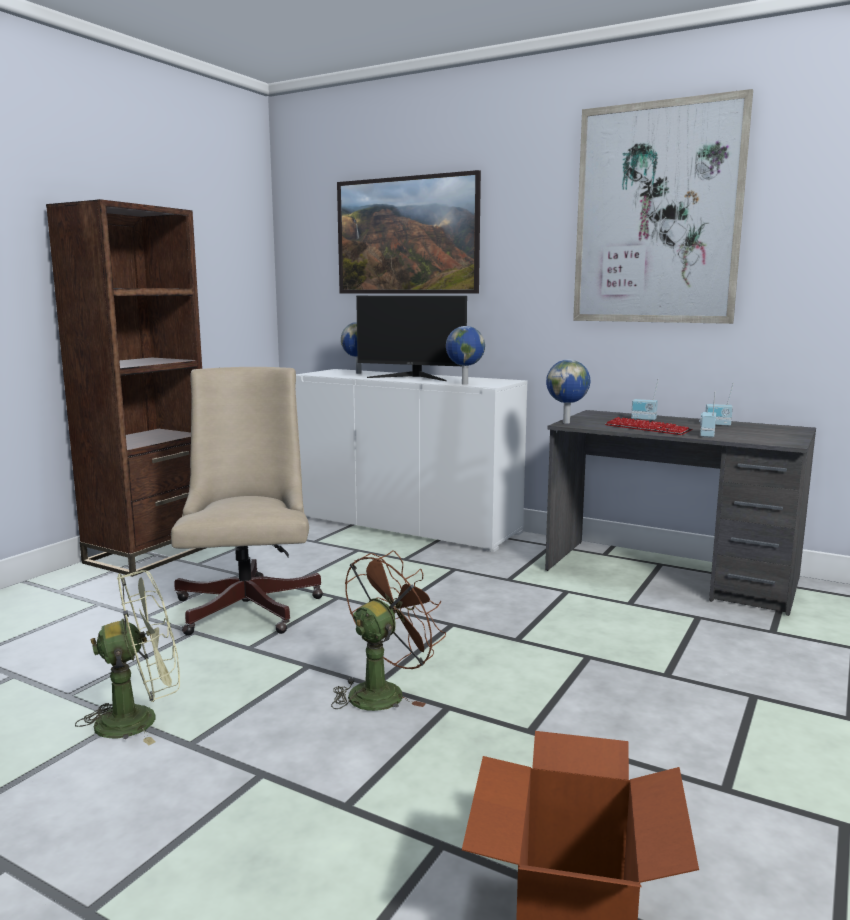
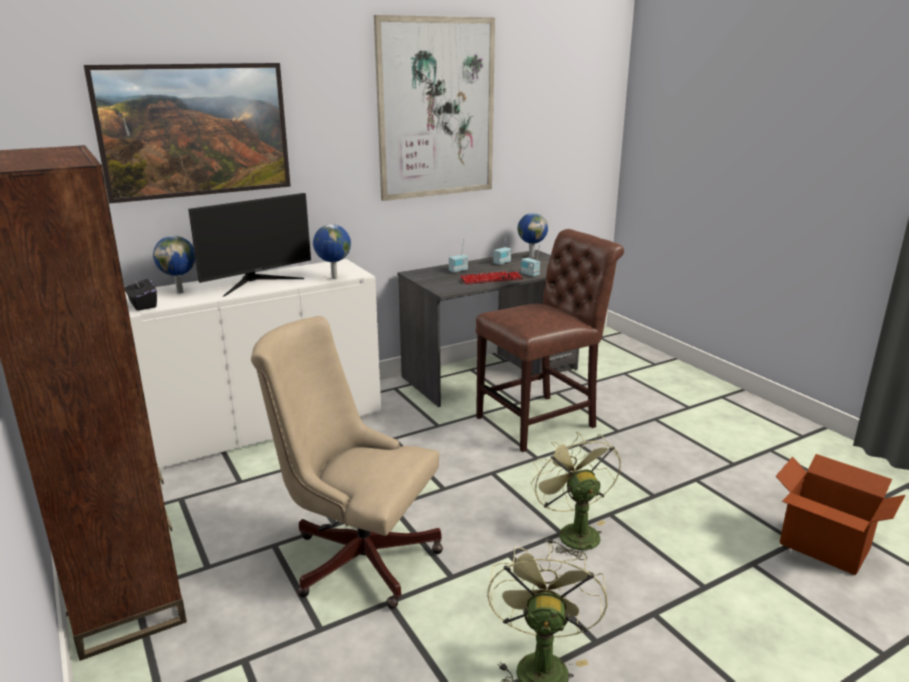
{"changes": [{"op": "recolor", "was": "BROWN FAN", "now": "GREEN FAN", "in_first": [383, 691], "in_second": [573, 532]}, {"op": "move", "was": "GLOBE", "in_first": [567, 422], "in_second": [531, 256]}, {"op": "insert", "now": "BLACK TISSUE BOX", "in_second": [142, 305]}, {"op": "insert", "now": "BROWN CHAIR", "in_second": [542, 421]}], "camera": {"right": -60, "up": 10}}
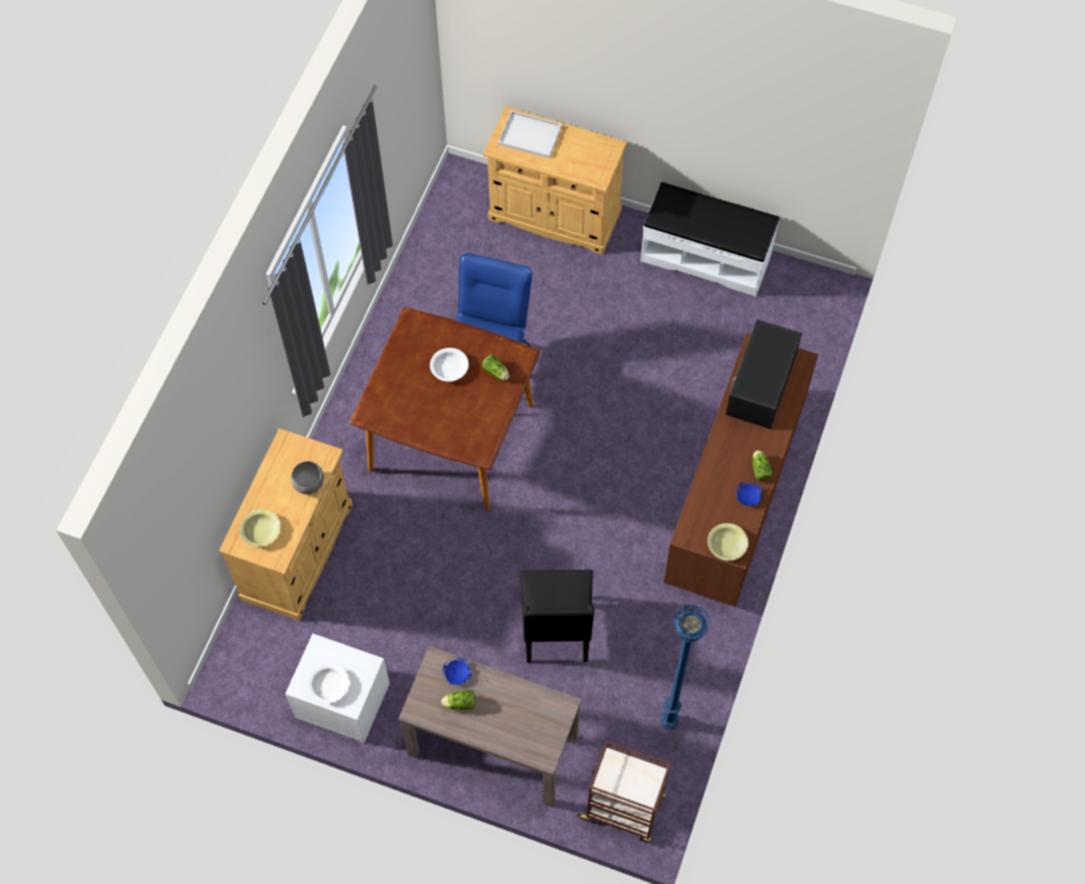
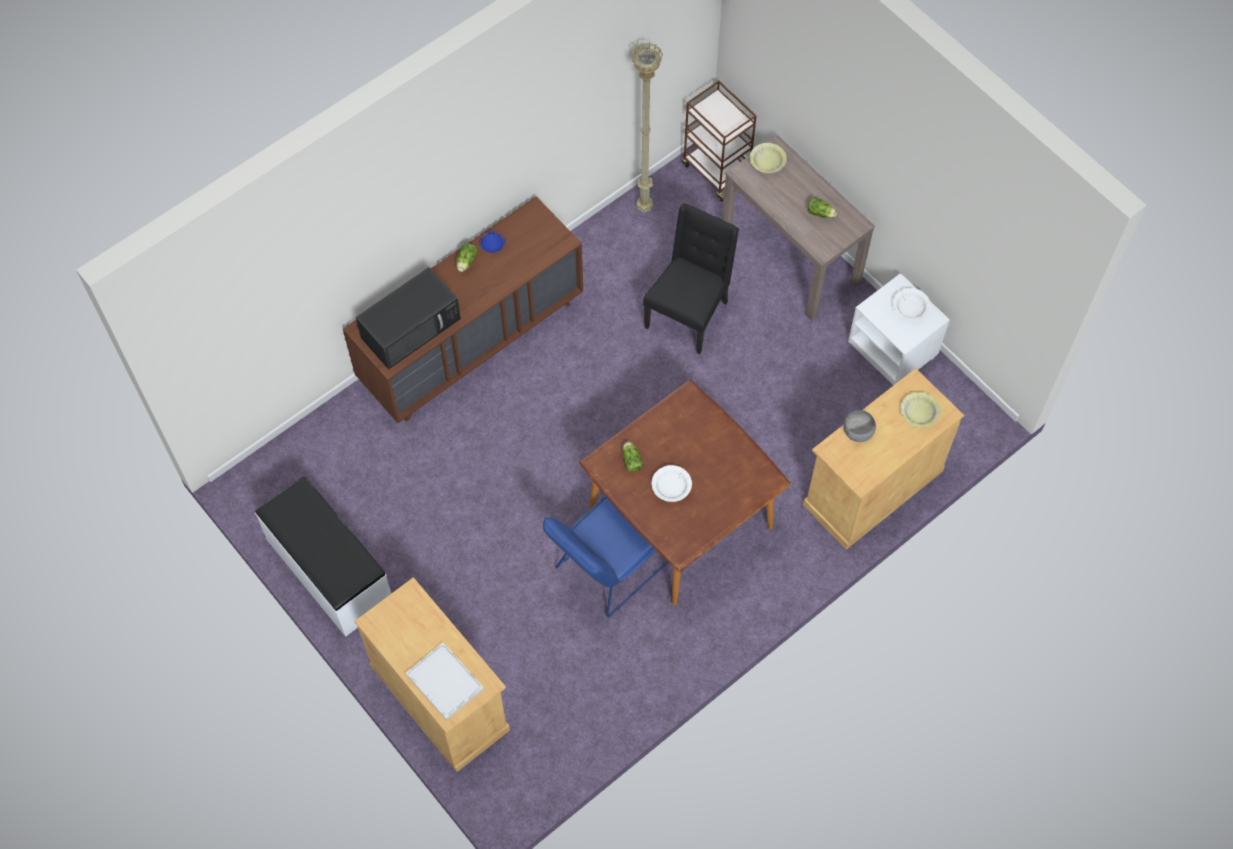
{"changes": [{"op": "delete", "was": "BLUE PLATE", "in_first": [457, 674]}, {"op": "recolor", "was": "BLUE FLOOR LAMP", "now": "BEIGE FLOOR LAMP", "in_first": [669, 721], "in_second": [643, 209]}, {"op": "move", "was": "YELLOW BOWL", "in_first": [727, 545], "in_second": [767, 161]}], "camera": {"right": -150, "up": 0}}
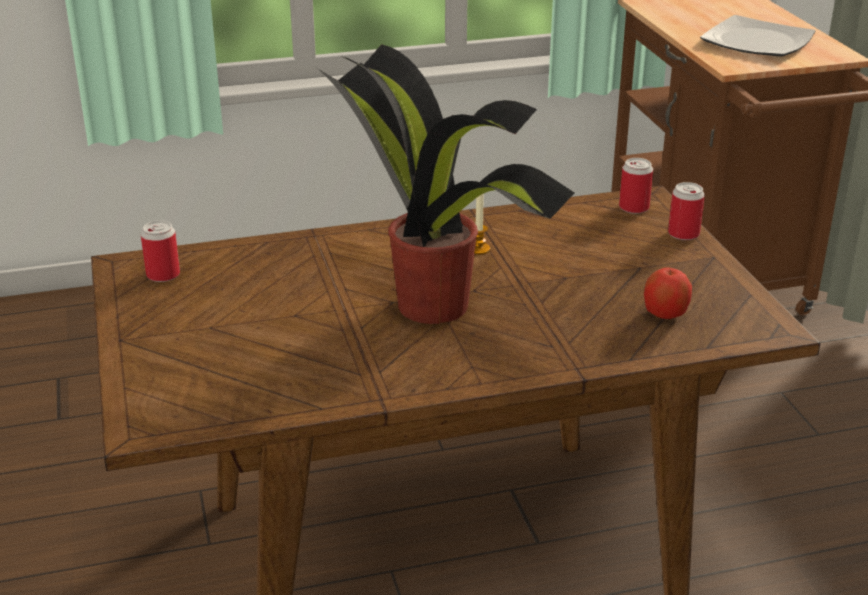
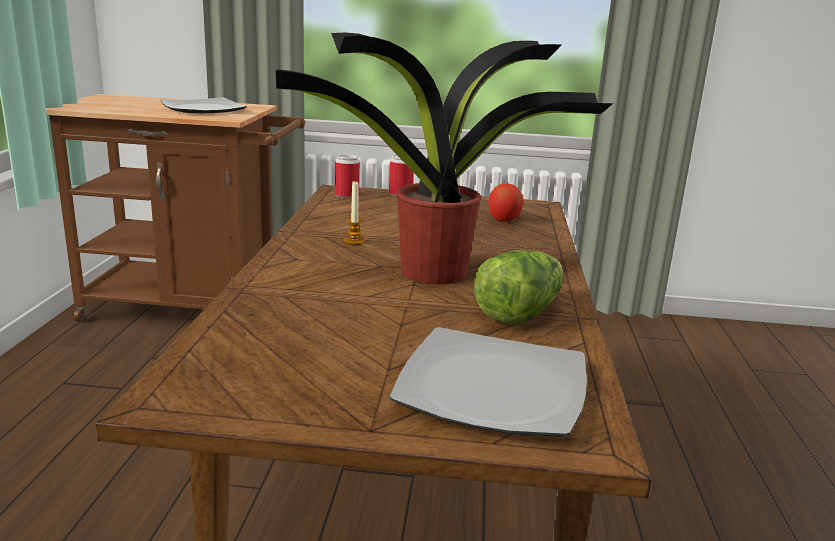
{"changes": [{"op": "delete", "was": "CAN", "in_first": [163, 275]}, {"op": "insert", "now": "PLATE", "in_second": [491, 387]}, {"op": "insert", "now": "LETTUCE", "in_second": [519, 311]}], "camera": {"right": -70, "up": -10}}
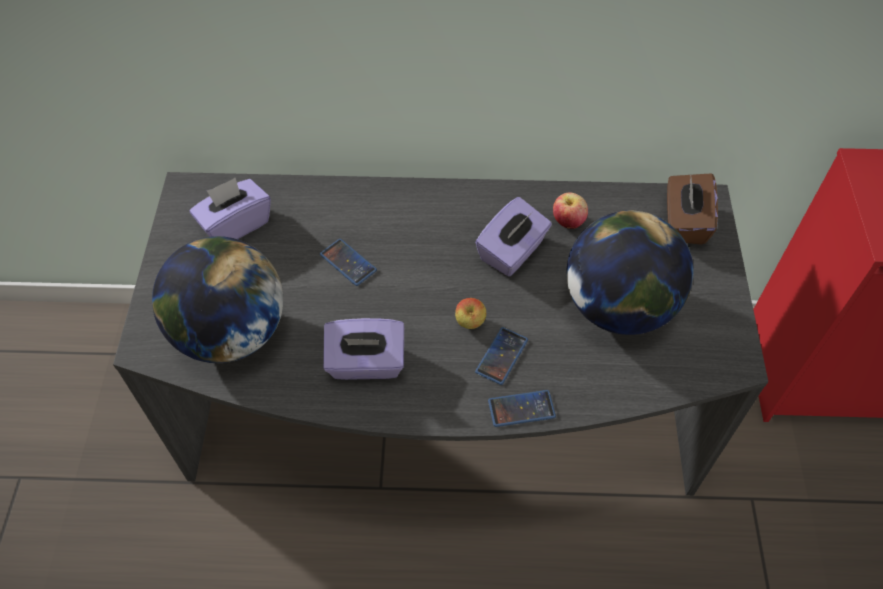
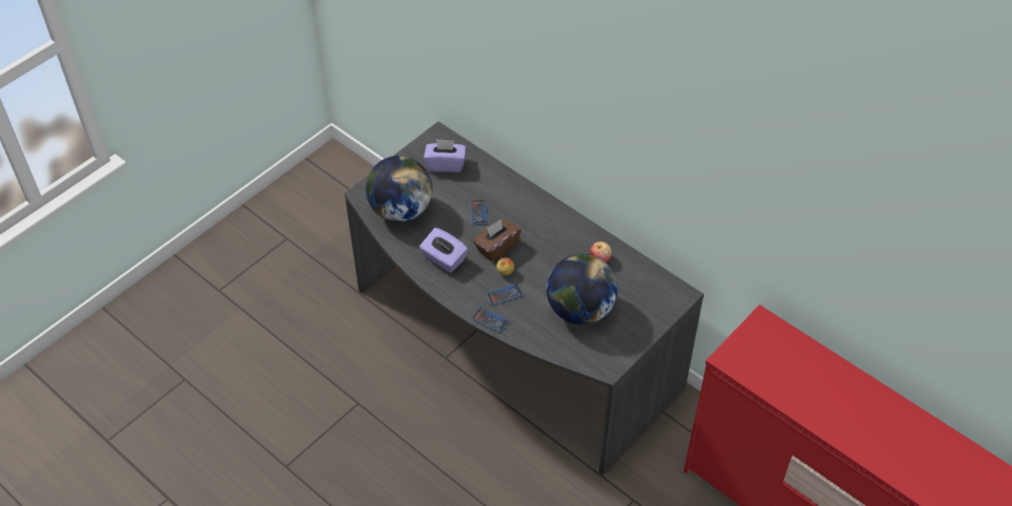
{"changes": [{"op": "delete", "was": "PURPLE TISSUE BOX", "in_first": [512, 252]}, {"op": "move", "was": "BROWN TISSUE BOX", "in_first": [684, 222], "in_second": [496, 247]}], "camera": {"right": 40, "up": -5}}
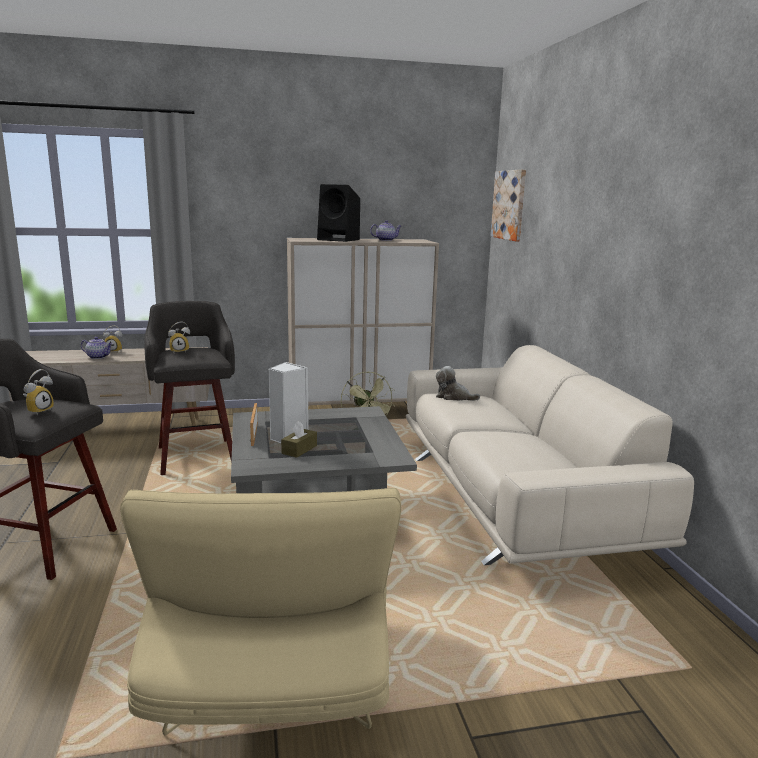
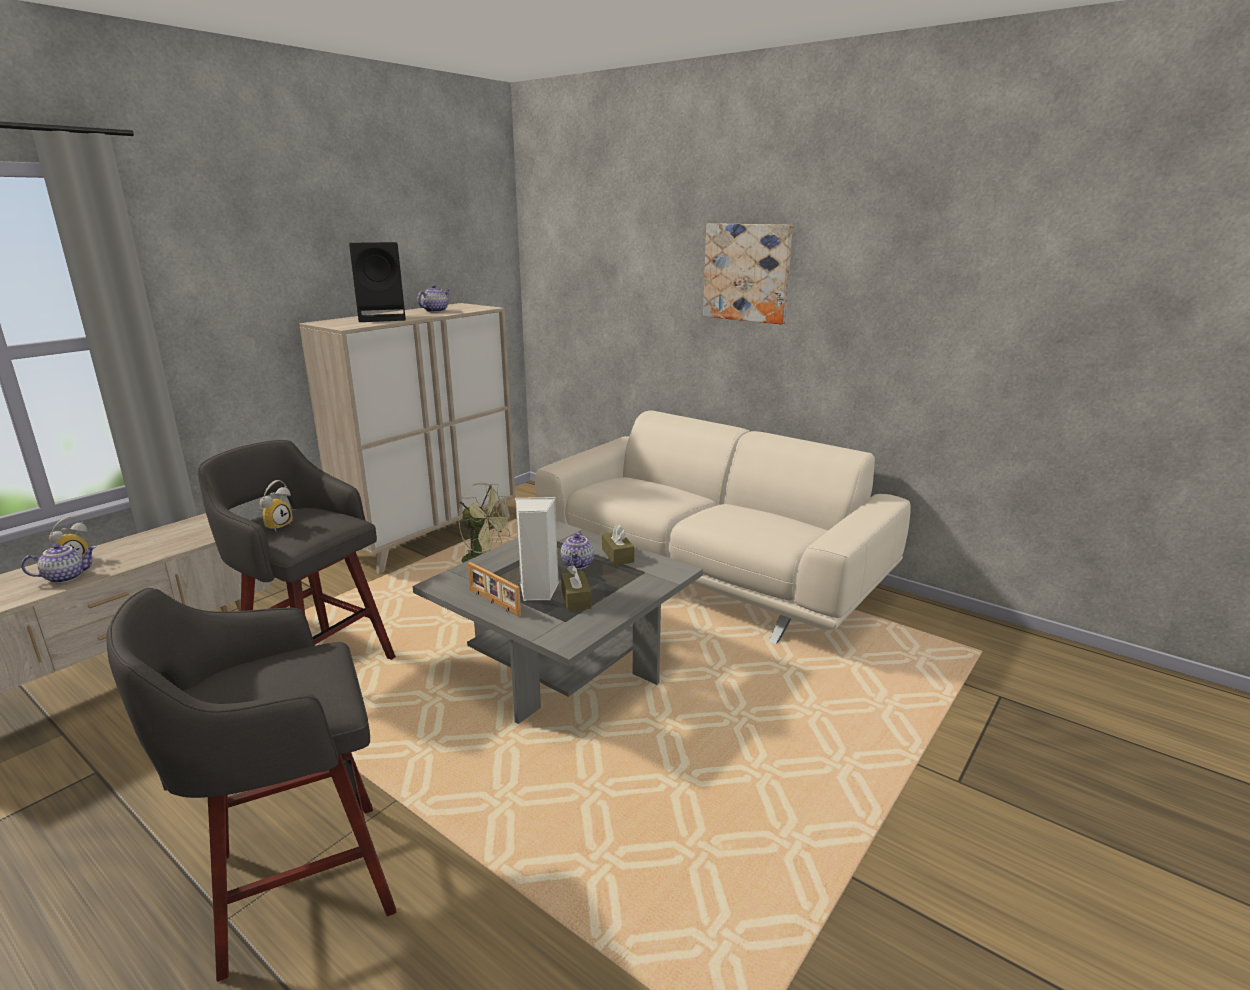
{"changes": [{"op": "delete", "was": "ALARM CLOCK", "in_first": [39, 411]}, {"op": "delete", "was": "BEIGE ARMCHAIR", "in_first": [276, 670]}, {"op": "delete", "was": "PLUSH TOY", "in_first": [453, 397]}, {"op": "move", "was": "PICTURE", "in_first": [509, 205], "in_second": [747, 272]}, {"op": "insert", "now": "TEAPOT", "in_second": [578, 564]}, {"op": "insert", "now": "BROWN TISSUE BOX", "in_second": [617, 555]}], "camera": {"right": -40, "up": 5}}
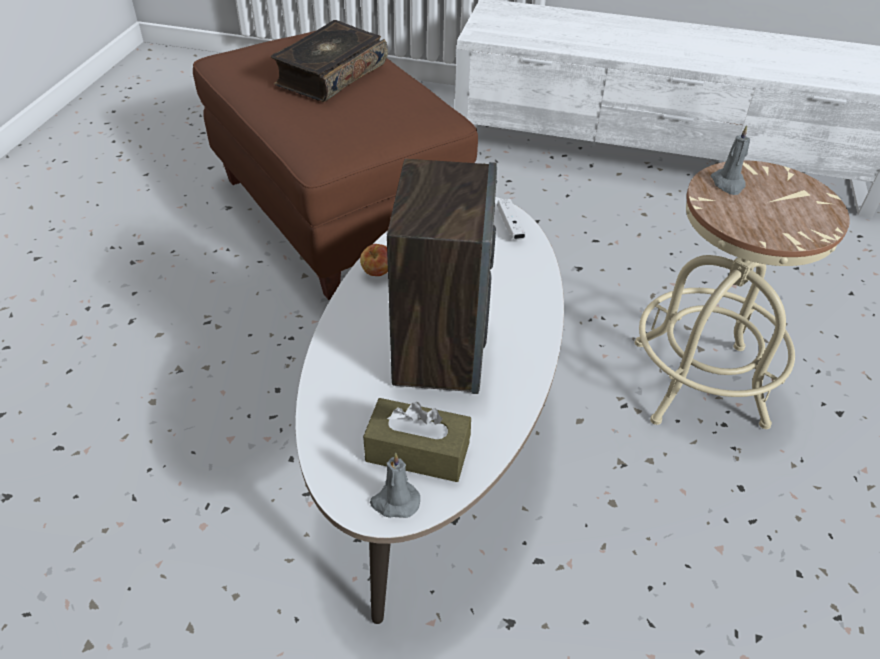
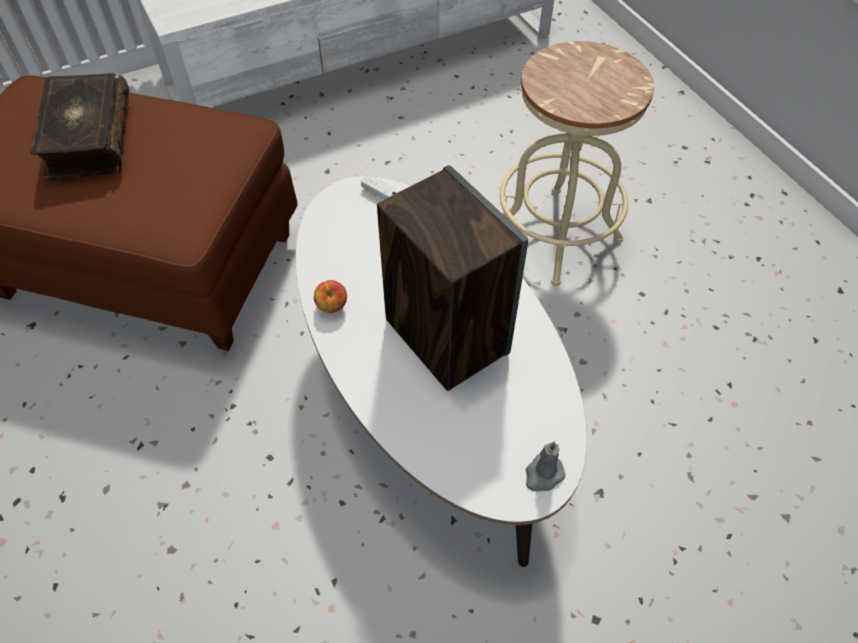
{"changes": [{"op": "delete", "was": "BROWN TISSUE BOX", "in_first": [417, 452]}, {"op": "delete", "was": "GREY CANDLE", "in_first": [728, 184]}], "camera": {"right": -40, "up": 10}}
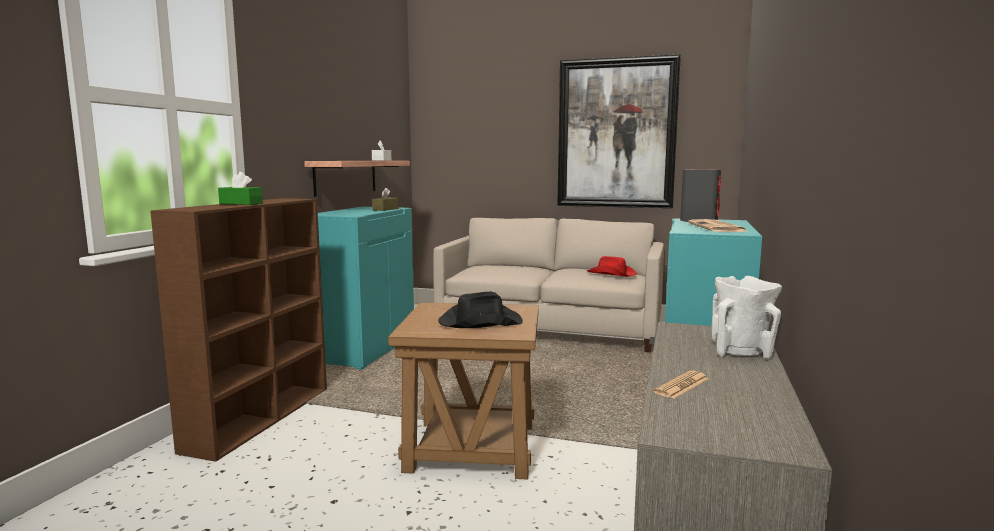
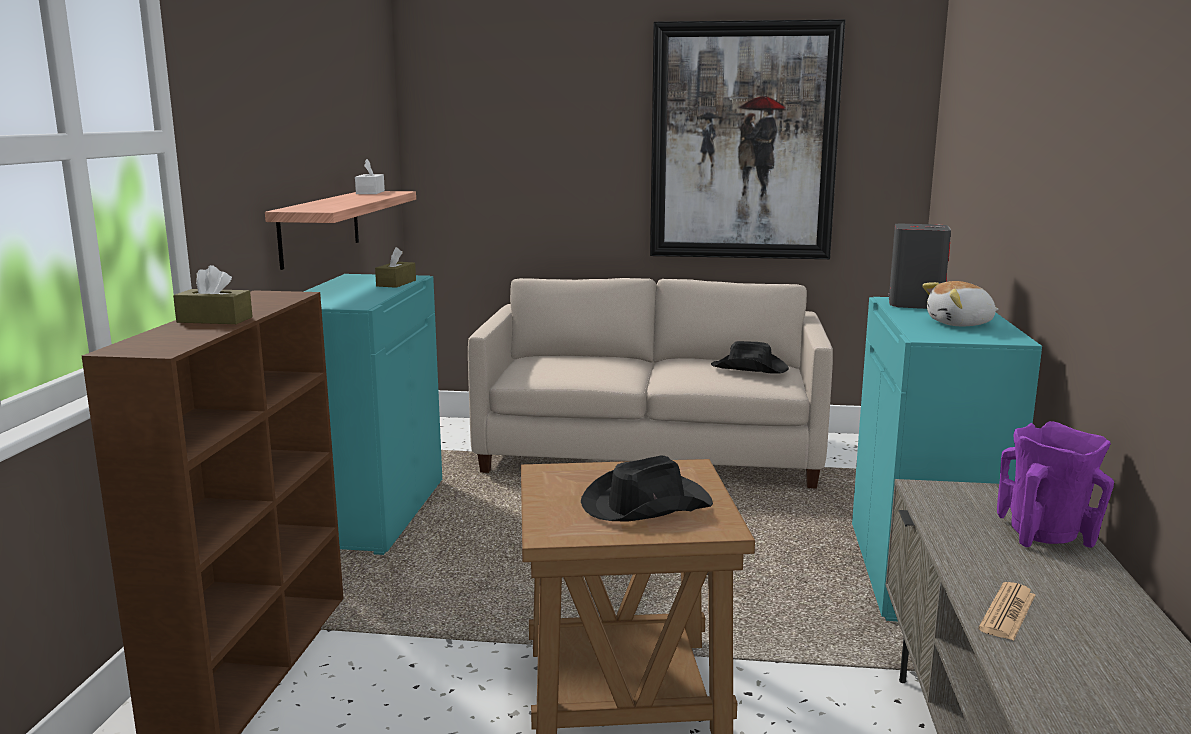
{"changes": [{"op": "recolor", "was": "GREEN TISSUE BOX", "now": "BROWN TISSUE BOX", "in_first": [241, 203], "in_second": [215, 320]}, {"op": "recolor", "was": "RED HAT", "now": "BLACK HAT", "in_first": [611, 274], "in_second": [750, 368]}, {"op": "replace", "was": "NEWSPAPER", "now": "PLUSH TOY", "in_first": [717, 227], "in_second": [960, 324]}, {"op": "recolor", "was": "WHITE VASE", "now": "PURPLE VASE", "in_first": [741, 352], "in_second": [1047, 535]}], "camera": {"right": -10, "up": 5}}
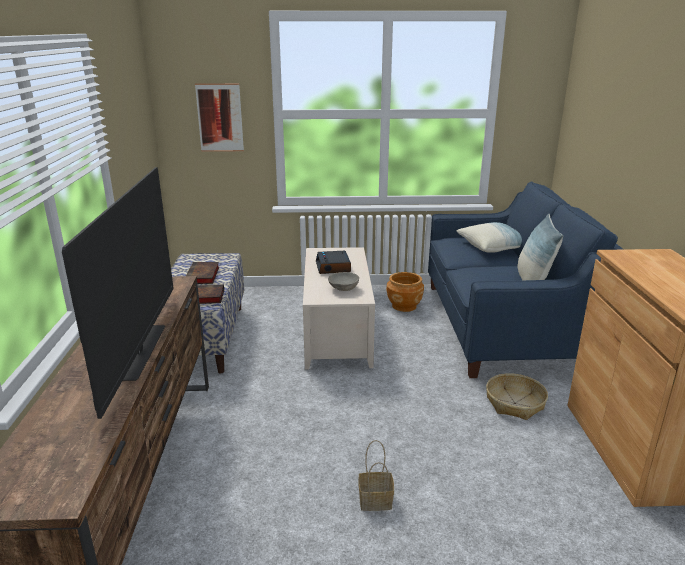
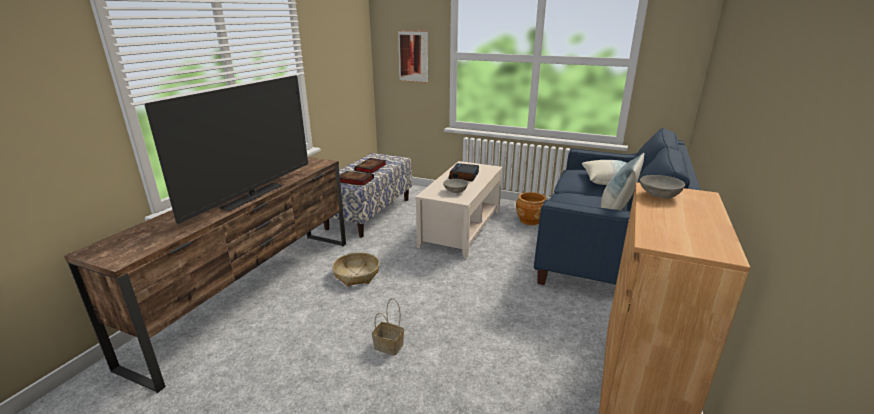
{"changes": [{"op": "move", "was": "BASKET", "in_first": [514, 403], "in_second": [357, 274]}, {"op": "insert", "now": "GREY BOWL", "in_second": [659, 195]}], "camera": {"right": 25, "up": 0}}
